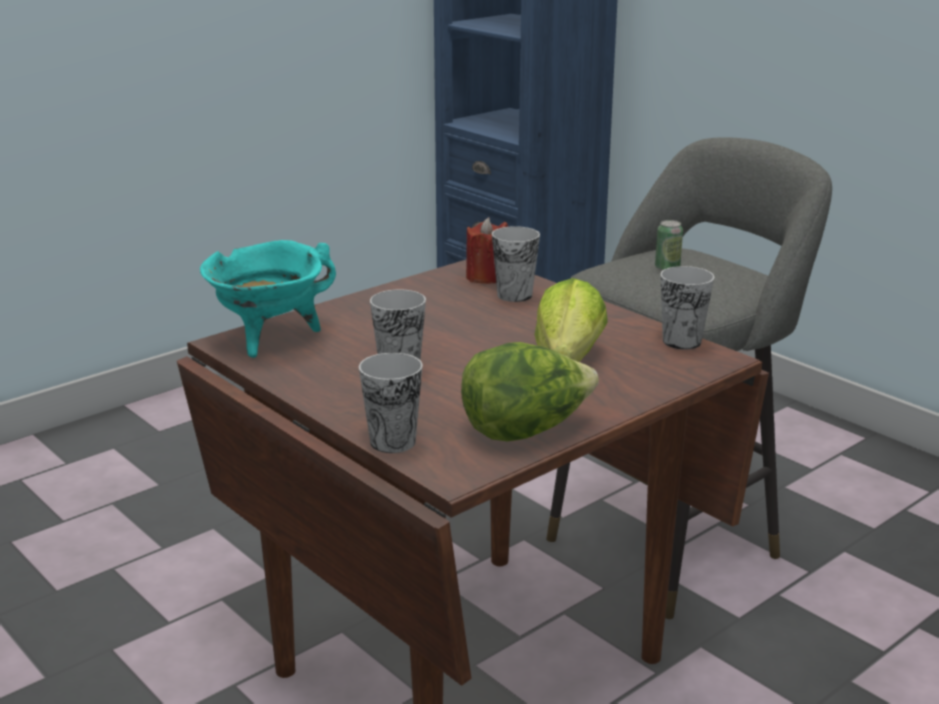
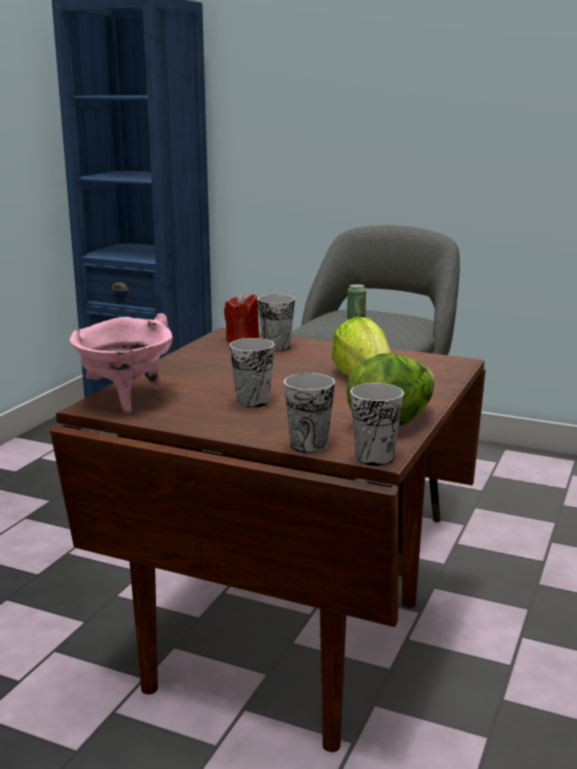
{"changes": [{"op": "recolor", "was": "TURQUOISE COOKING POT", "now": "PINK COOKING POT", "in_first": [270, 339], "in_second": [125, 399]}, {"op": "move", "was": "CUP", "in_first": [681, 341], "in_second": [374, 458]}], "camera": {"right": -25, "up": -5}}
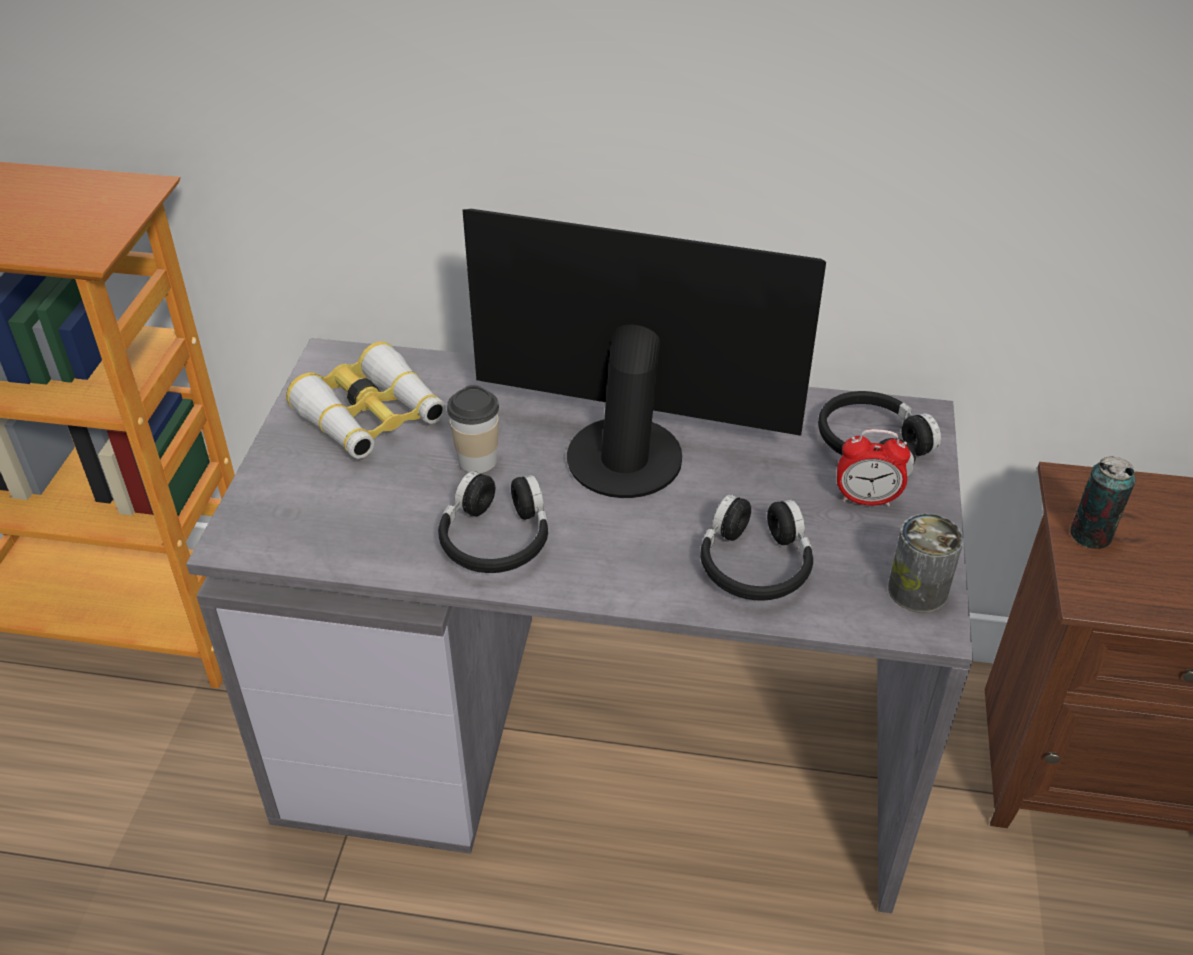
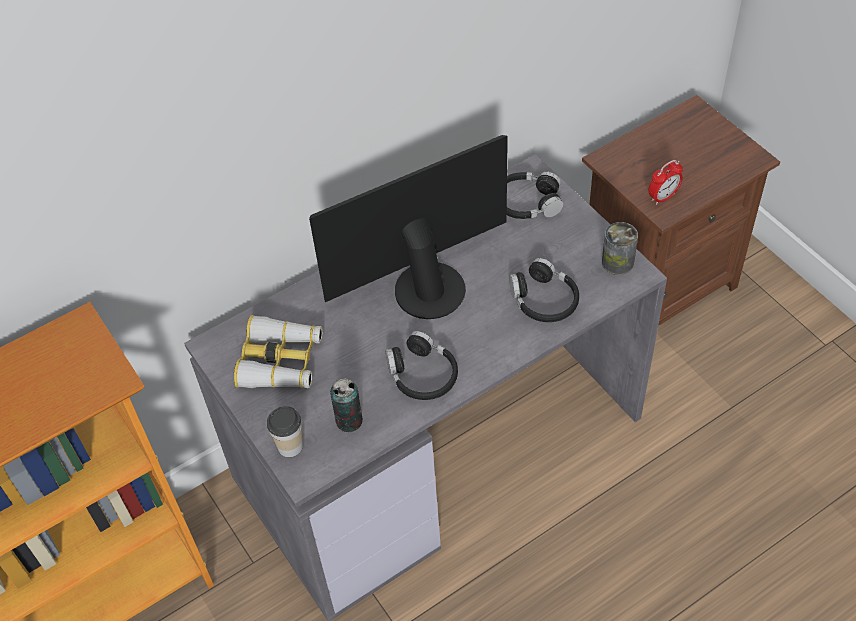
{"changes": [{"op": "move", "was": "CUP", "in_first": [477, 461], "in_second": [290, 446]}, {"op": "move", "was": "ALARM CLOCK", "in_first": [866, 499], "in_second": [663, 197]}, {"op": "move", "was": "CAN", "in_first": [1090, 535], "in_second": [349, 421]}], "camera": {"right": -40, "up": 10}}
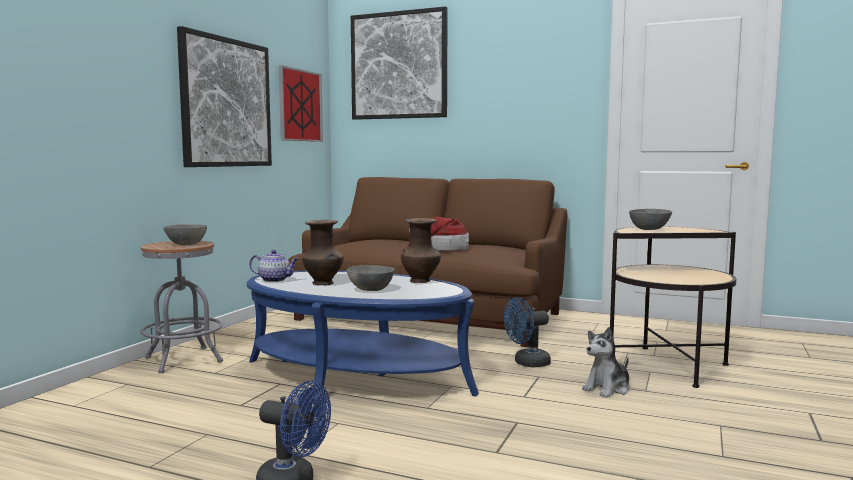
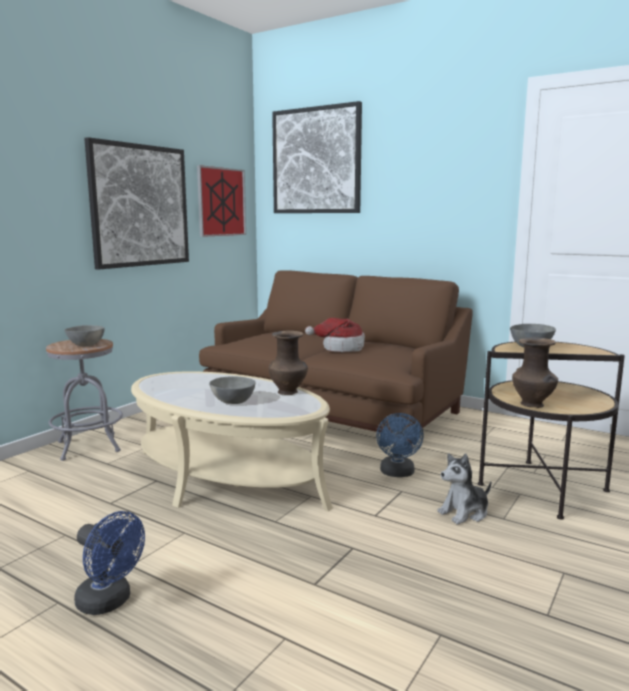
{"changes": [{"op": "recolor", "was": "BLUE COFFEE TABLE", "now": "BEIGE COFFEE TABLE", "in_first": [355, 376], "in_second": [227, 477]}, {"op": "delete", "was": "TEAPOT", "in_first": [275, 280]}, {"op": "move", "was": "BROWN VASE", "in_first": [324, 284], "in_second": [533, 405]}, {"op": "rotate", "was": "BLUE FAN", "in_first": [527, 363], "in_second": [397, 473], "clockwise": -75}], "camera": {"right": 10, "up": 5}}
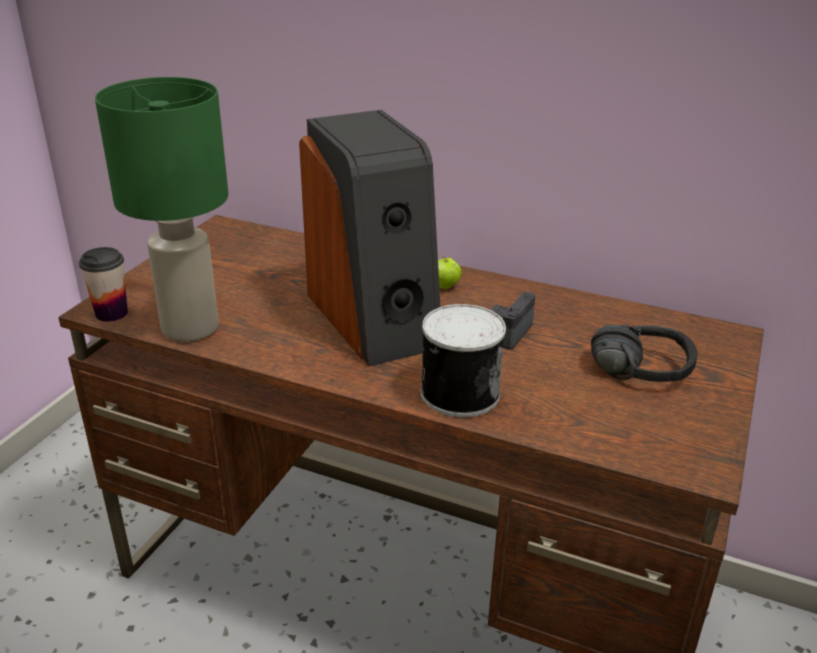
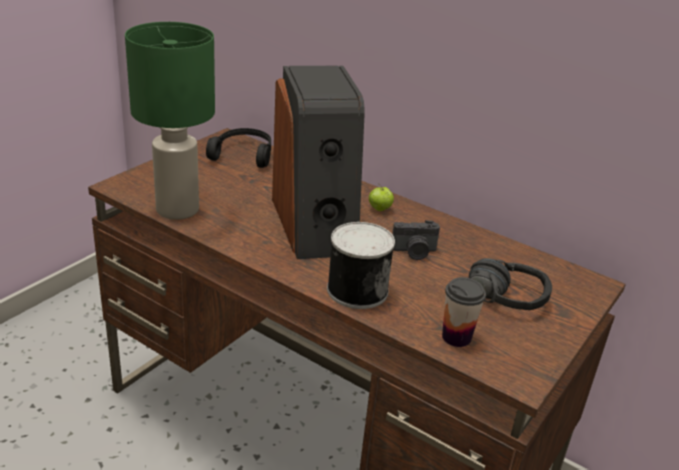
{"changes": [{"op": "move", "was": "CUP", "in_first": [111, 313], "in_second": [456, 337]}, {"op": "rotate", "was": "PHOTO CAMERA", "in_first": [508, 332], "in_second": [414, 252], "clockwise": -135}, {"op": "insert", "now": "BLACK HEADPHONES", "in_second": [244, 154]}], "camera": {"right": 10, "up": 0}}
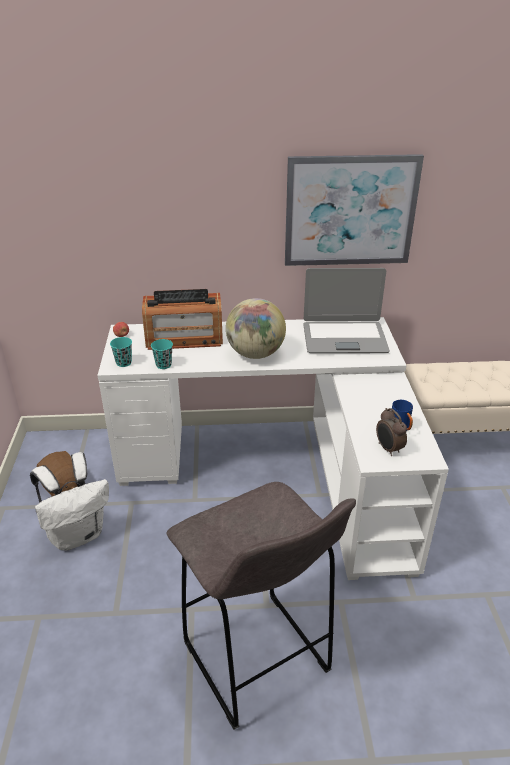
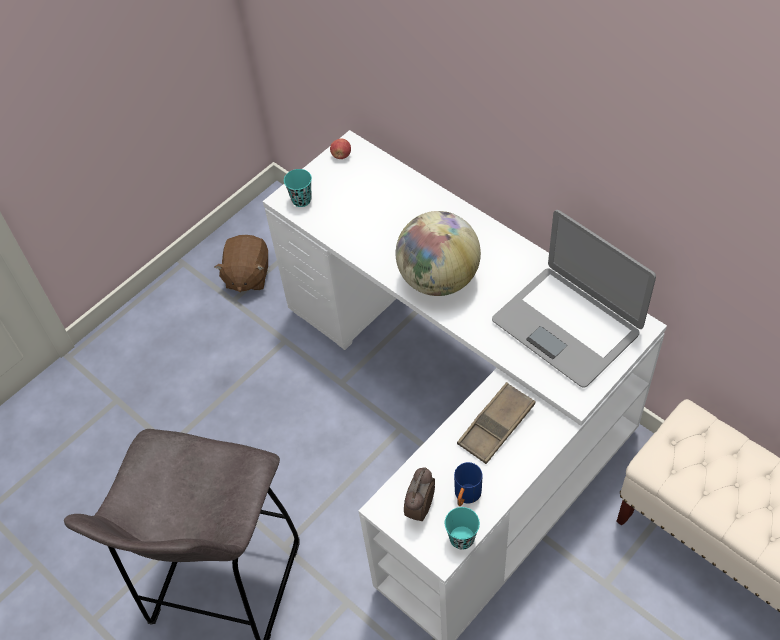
{"changes": [{"op": "delete", "was": "WHITE BACKPACK", "in_first": [78, 534]}, {"op": "delete", "was": "RADIO", "in_first": [184, 338]}, {"op": "move", "was": "TURQUOISE CUP", "in_first": [163, 365], "in_second": [462, 538]}, {"op": "delete", "was": "PICTURE", "in_first": [350, 211]}, {"op": "insert", "now": "BROWN TRAY", "in_second": [496, 426]}], "camera": {"right": 50, "up": 20}}
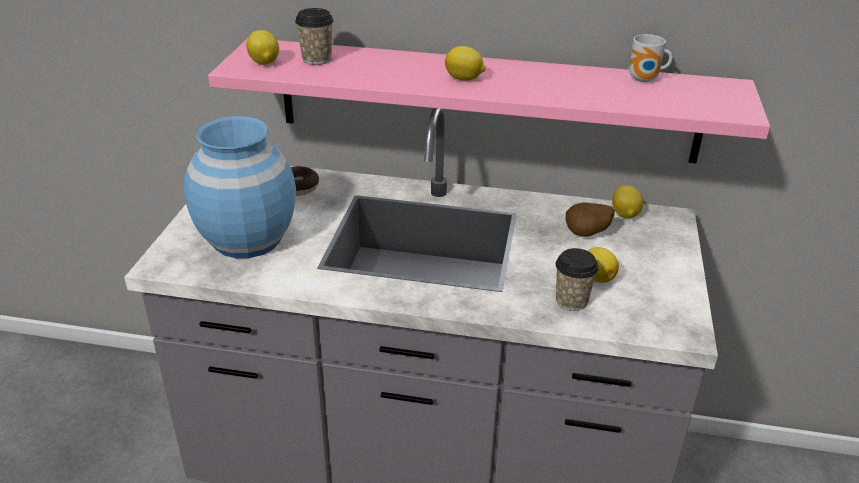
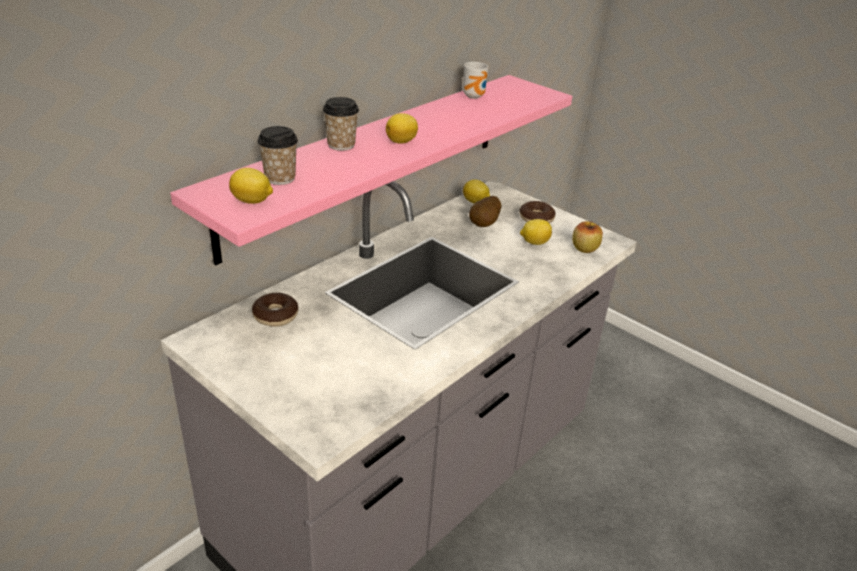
{"changes": [{"op": "delete", "was": "BLUE VASE", "in_first": [246, 239]}, {"op": "move", "was": "CUP", "in_first": [571, 301], "in_second": [341, 145]}, {"op": "insert", "now": "DONUT", "in_second": [536, 218]}, {"op": "insert", "now": "APPLE", "in_second": [584, 248]}], "camera": {"right": -60, "up": 0}}
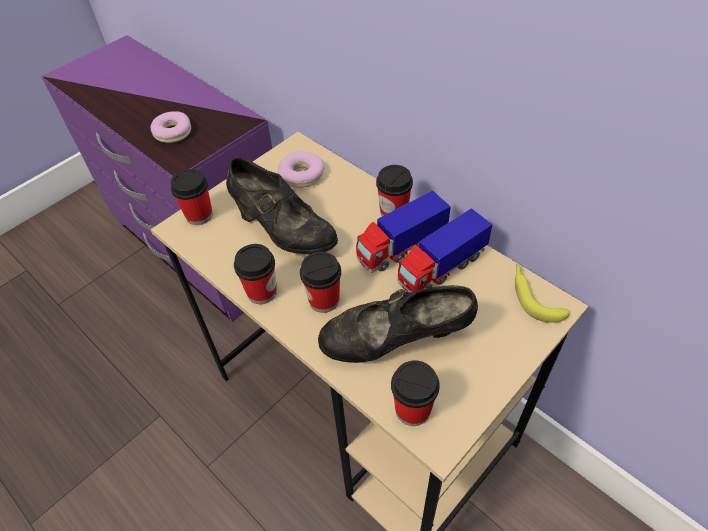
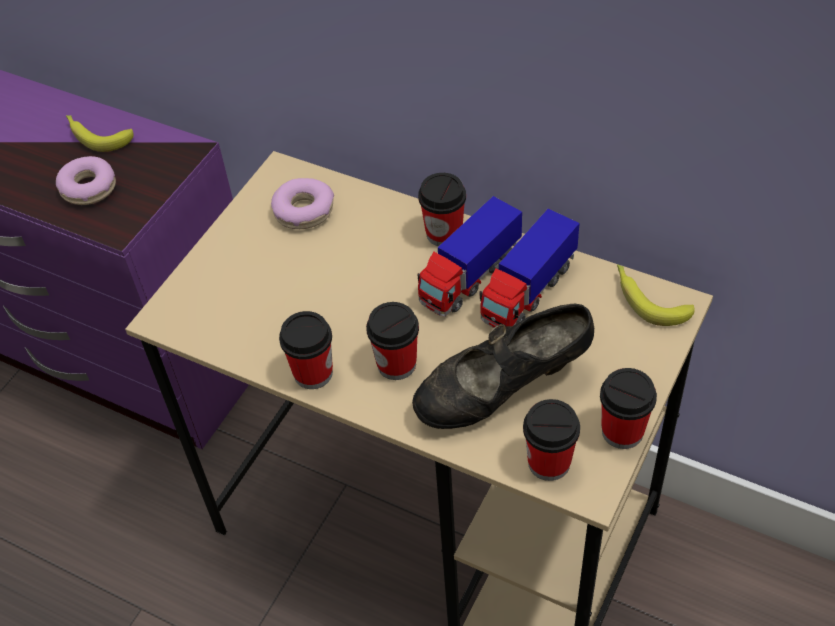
{"changes": [{"op": "move", "was": "CUP", "in_first": [199, 215], "in_second": [622, 431]}, {"op": "delete", "was": "BLACK SHOE", "in_first": [283, 231]}, {"op": "insert", "now": "BANANA", "in_second": [97, 135]}], "camera": {"right": -15, "up": 0}}
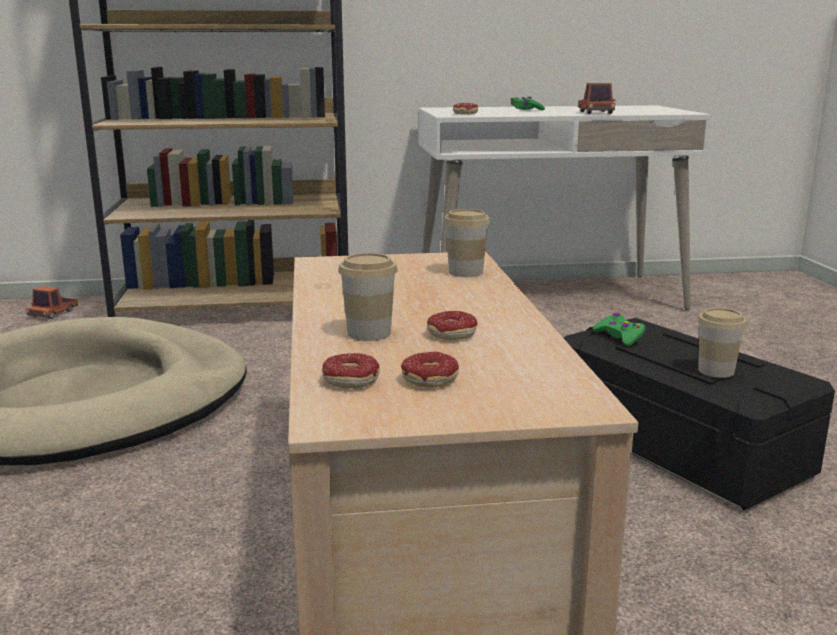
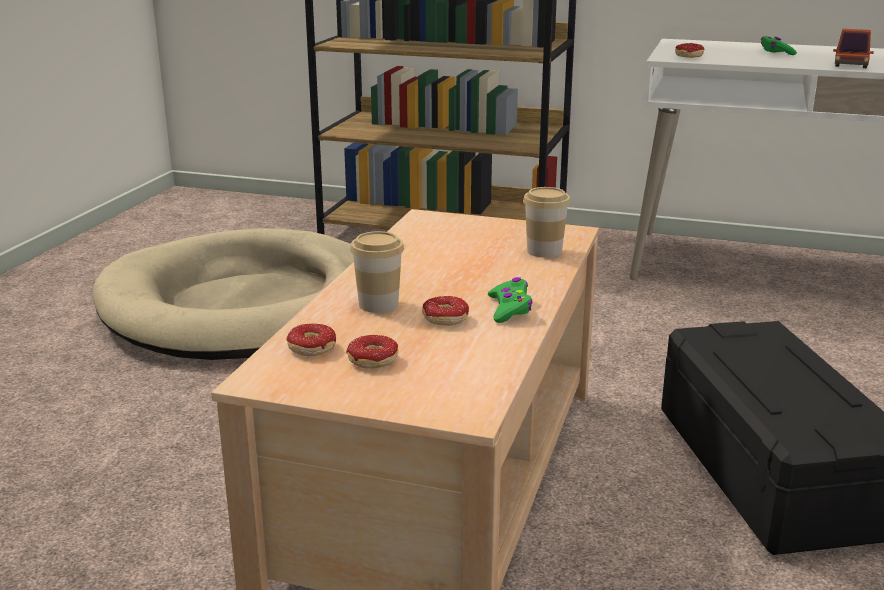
{"changes": [{"op": "delete", "was": "TOY TRUCK", "in_first": [53, 313]}, {"op": "move", "was": "GREEN GAME CONTROLLER", "in_first": [620, 336], "in_second": [510, 309]}, {"op": "delete", "was": "CUP", "in_first": [716, 371]}], "camera": {"right": 25, "up": 5}}
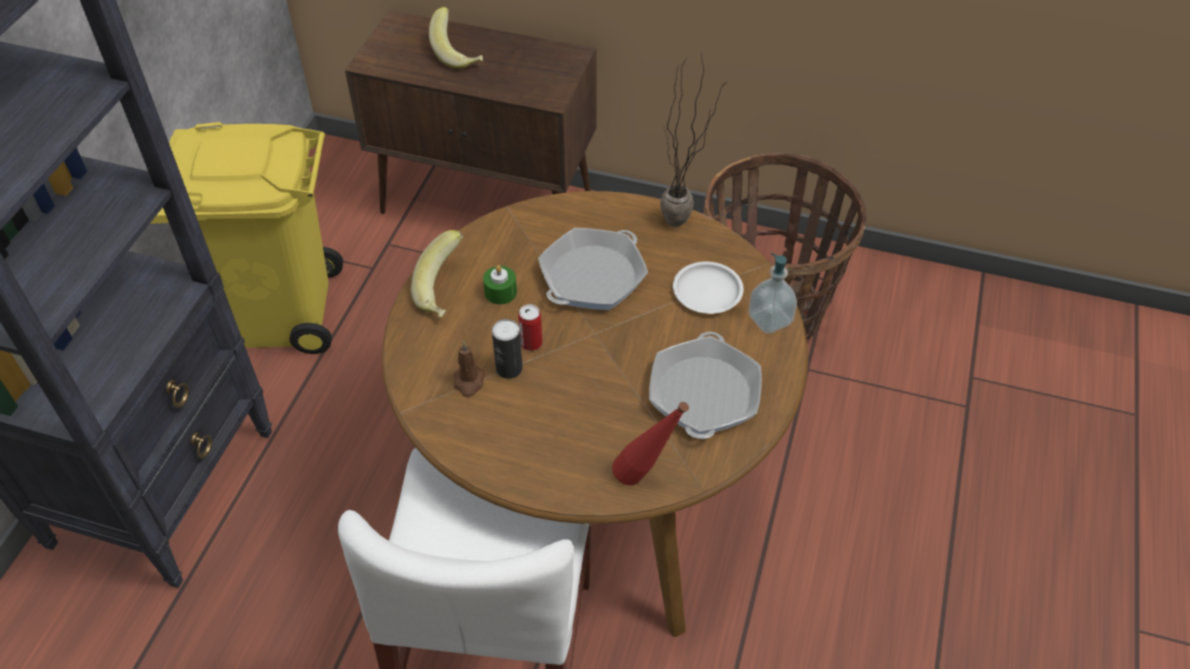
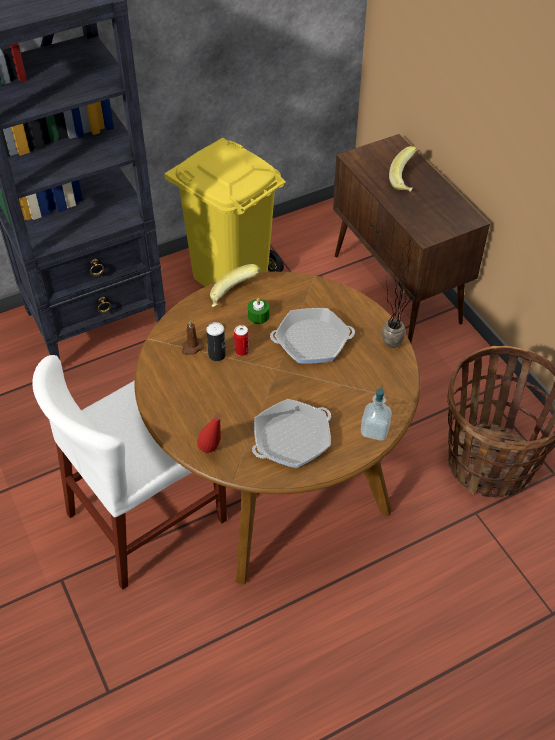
{"changes": [{"op": "delete", "was": "WHITE PLATE", "in_first": [708, 291]}], "camera": {"right": 45, "up": 0}}
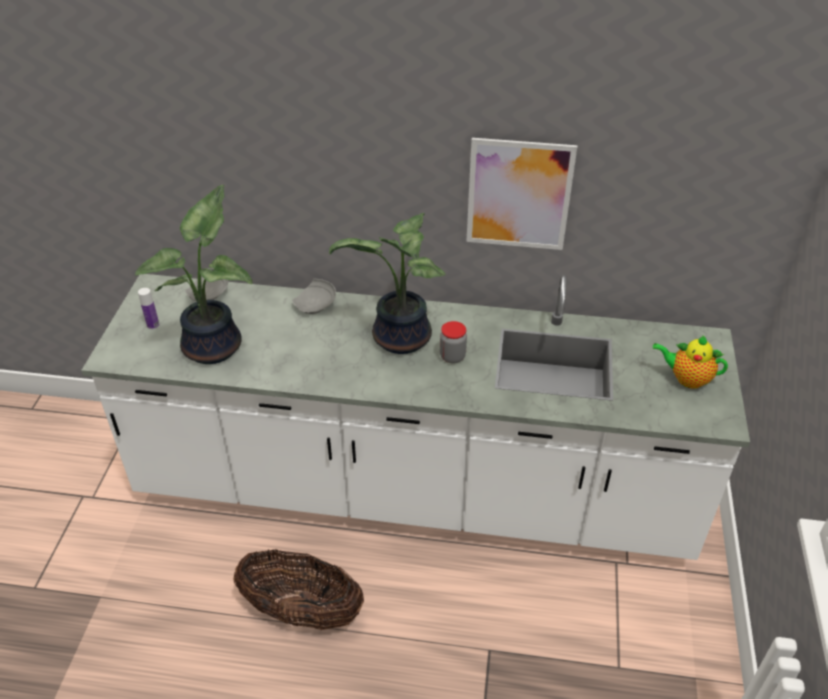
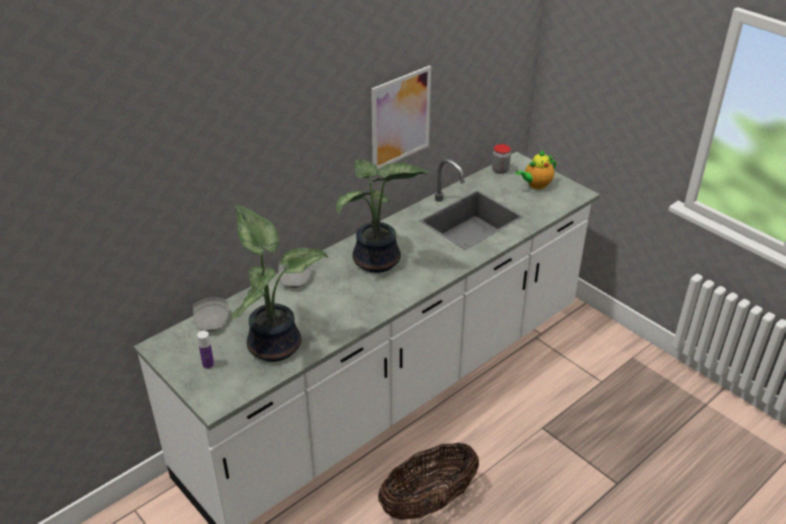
{"changes": [{"op": "move", "was": "JAR", "in_first": [452, 356], "in_second": [500, 170]}], "camera": {"right": -50, "up": -5}}
